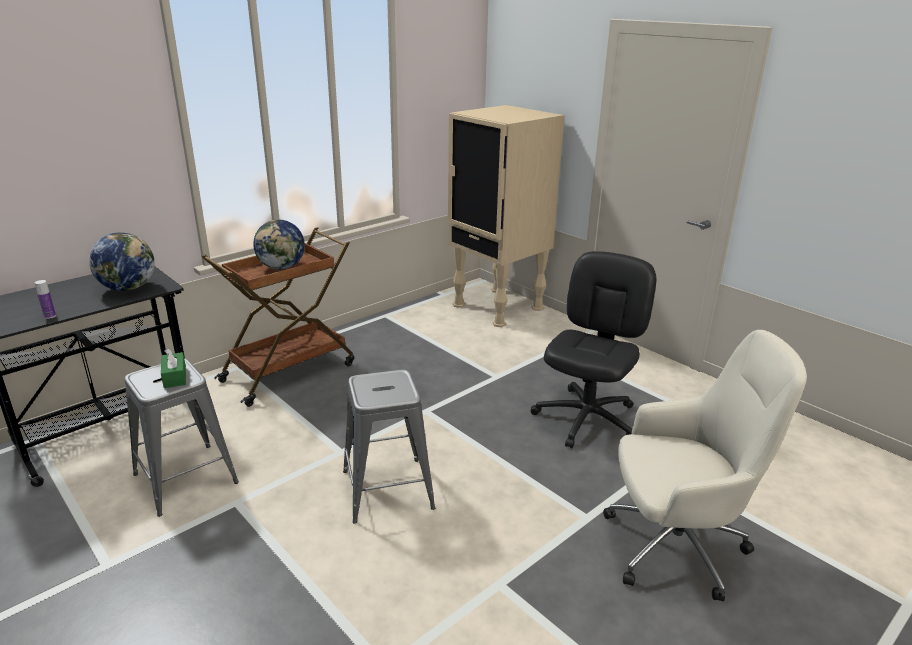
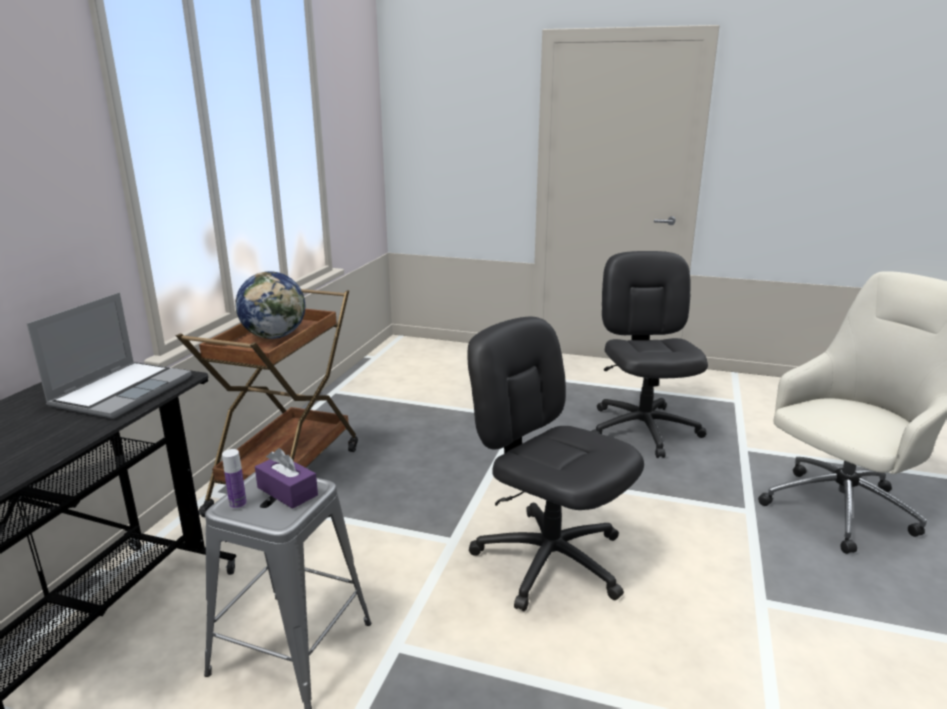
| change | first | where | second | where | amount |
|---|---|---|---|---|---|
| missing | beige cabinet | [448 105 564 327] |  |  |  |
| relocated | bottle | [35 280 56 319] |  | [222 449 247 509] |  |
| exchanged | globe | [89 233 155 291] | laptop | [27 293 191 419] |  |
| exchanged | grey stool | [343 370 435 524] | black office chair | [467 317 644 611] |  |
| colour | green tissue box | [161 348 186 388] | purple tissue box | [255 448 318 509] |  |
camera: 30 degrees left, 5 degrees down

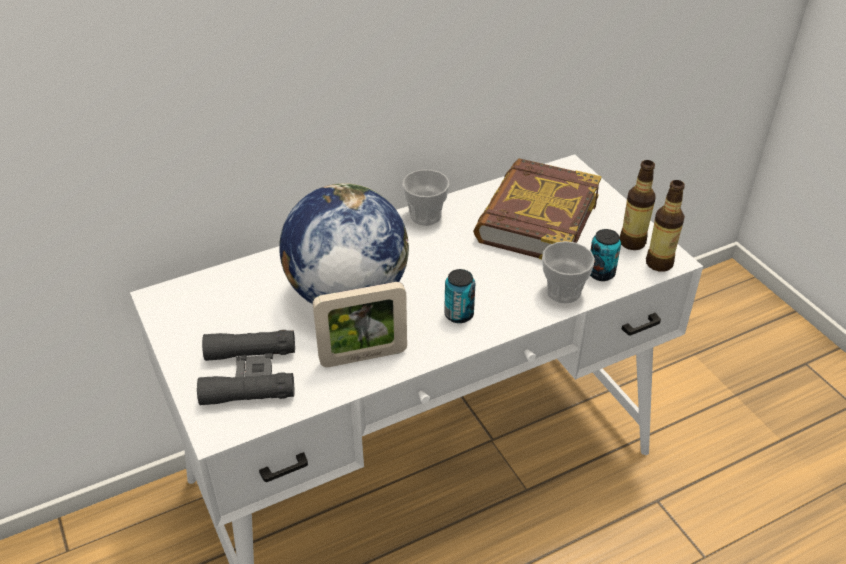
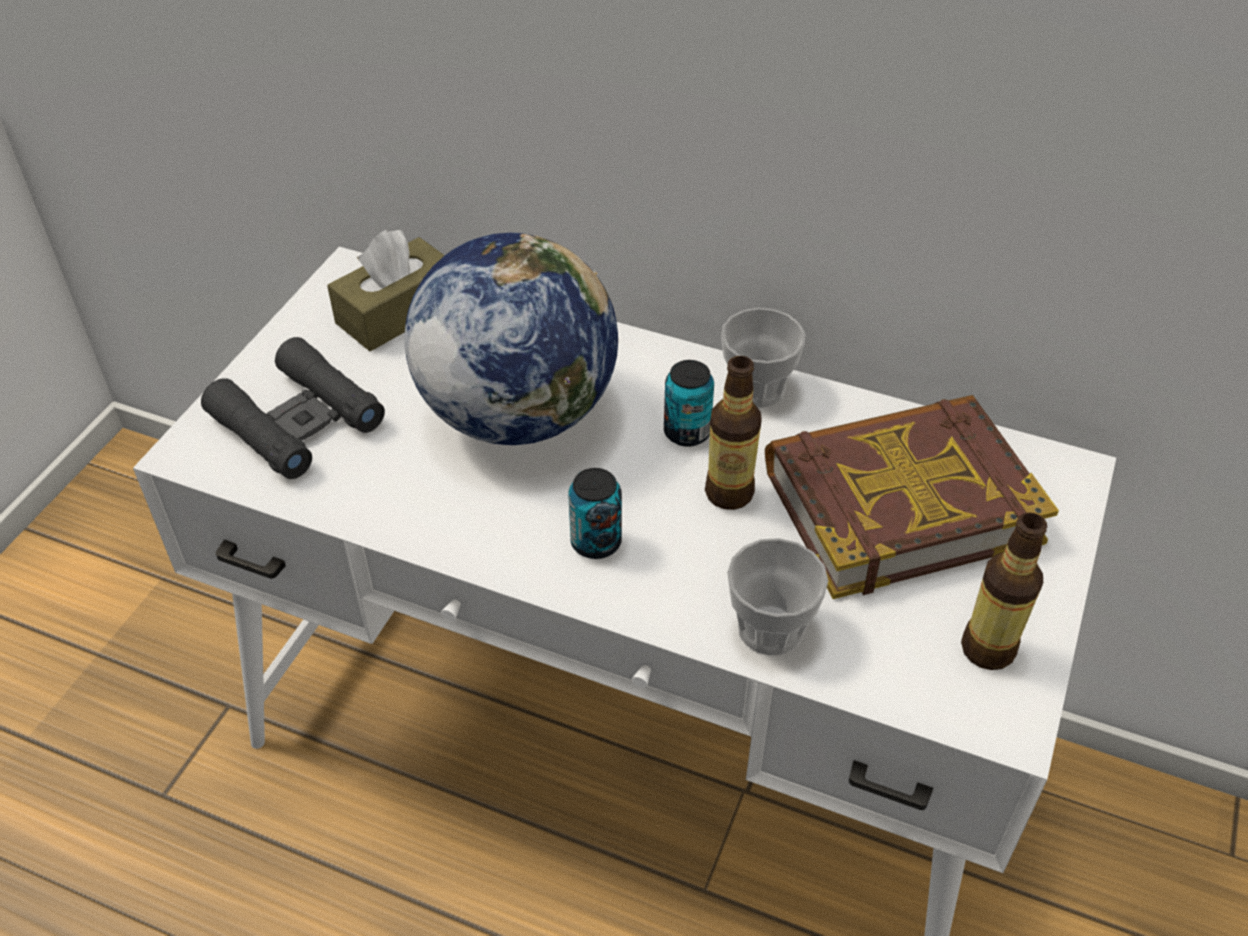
| change | first | where | second | where | amount |
|---|---|---|---|---|---|
| missing | picture frame | [313 282 407 367] |  |  |  |
| appeared |  |  | brown tissue box | [327 230 445 351] |  |
| relocated | can | [590 229 621 281] |  | [664 360 714 447] |  |
| relocated | bottle | [646 180 685 272] |  | [705 356 762 510] |  |
camera: 50 degrees right, 5 degrees up

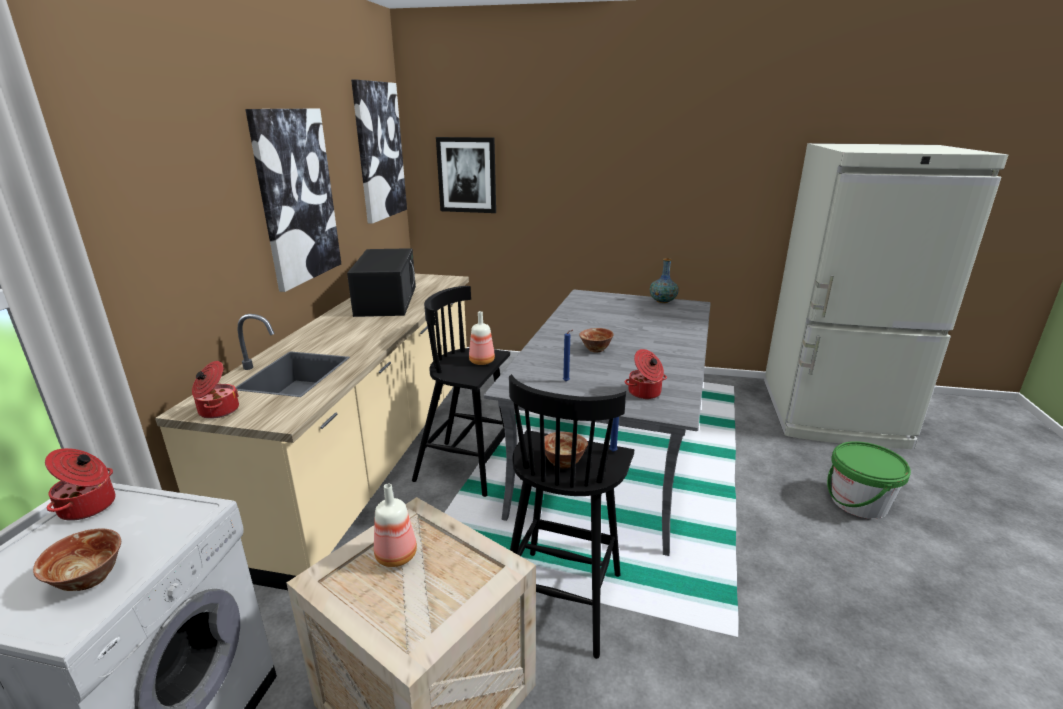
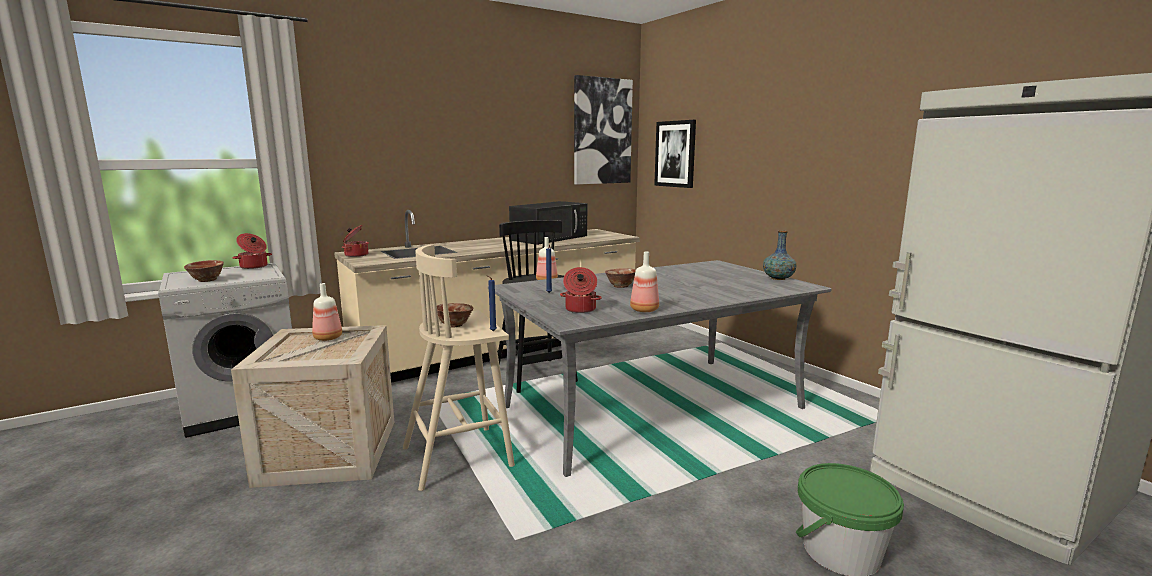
| change | first | where | second | where | amount |
|---|---|---|---|---|---|
| missing | picture | [245 109 341 292] |  |  |  |
| appeared |  |  | bottle | [630 252 659 312] |  |
| colour | black stool | [509 374 634 659] | beige stool | [403 245 515 491] |  |
camera: 45 degrees right, 10 degrees down

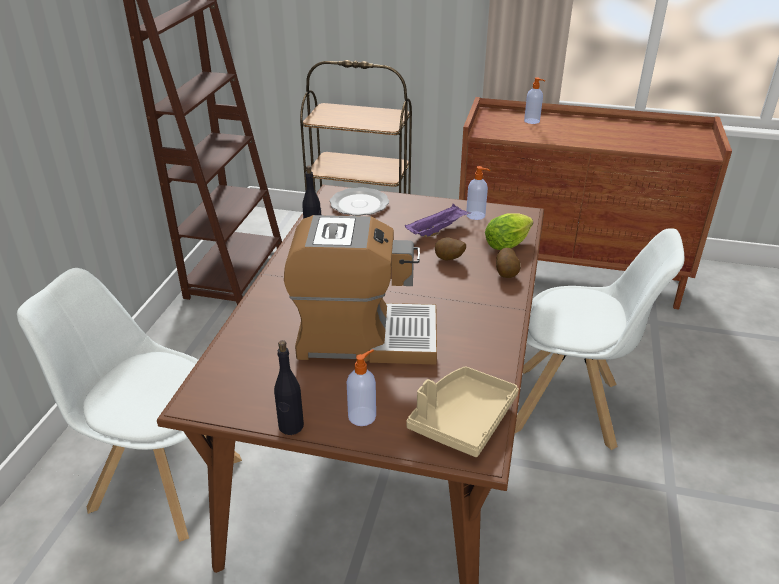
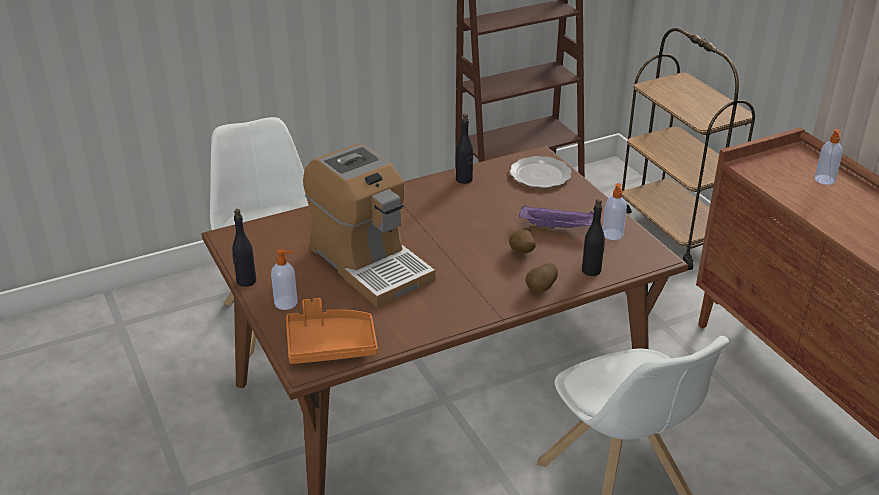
| change | first | where | second | where | amount |
|---|---|---|---|---|---|
| exchanged | lettuce | [485 213 533 250] | black bottle | [582 199 605 276] |  |
| colour | beige tray | [406 366 519 457] | orange tray | [286 298 378 364] |  |
camera: 50 degrees right, 0 degrees up

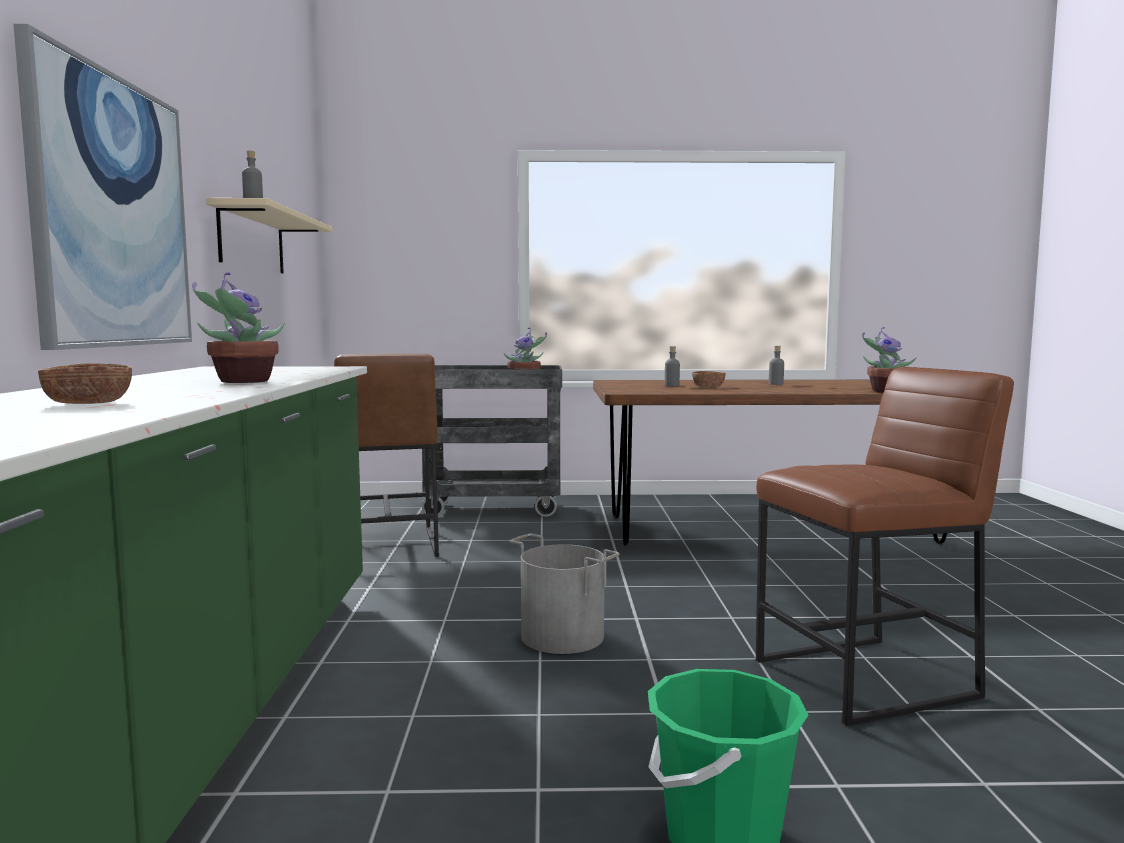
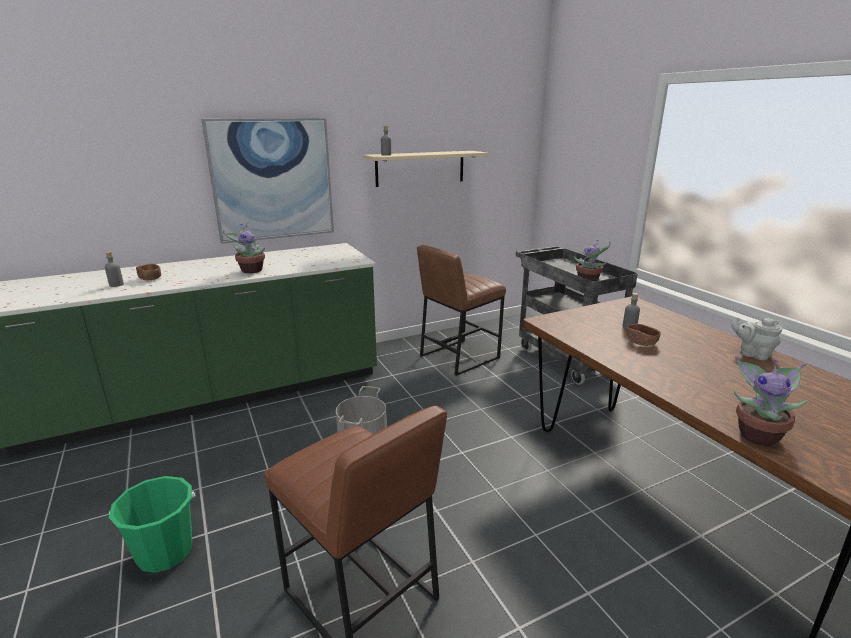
| change | first | where | second | where | amount |
|---|---|---|---|---|---|
| appeared |  |  | grey teapot | [731 317 782 360] |  |
| relocated | grey bottle | [769 346 784 385] |  | [105 251 124 287] |  |
camera: 65 degrees right, 15 degrees up

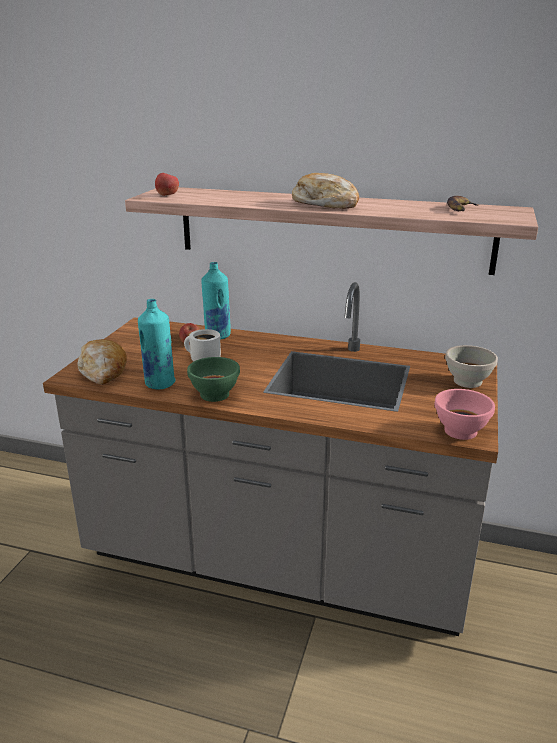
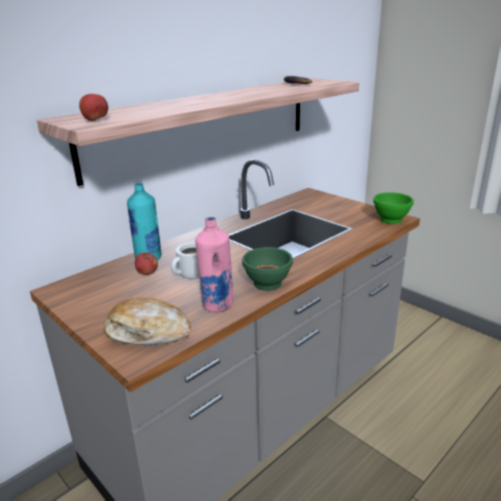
| change | first | where | second | where | amount |
|---|---|---|---|---|---|
| missing | bread | [292 173 359 209] |  |  |  |
| missing | white bowl | [445 345 498 388] |  |  |  |
| colour | turquoise bottle | [138 299 176 390] | pink bottle | [195 217 234 312] |  |
| colour | pink bowl | [435 389 495 440] | green bowl | [373 192 414 224] |  |
camera: 60 degrees left, 0 degrees up

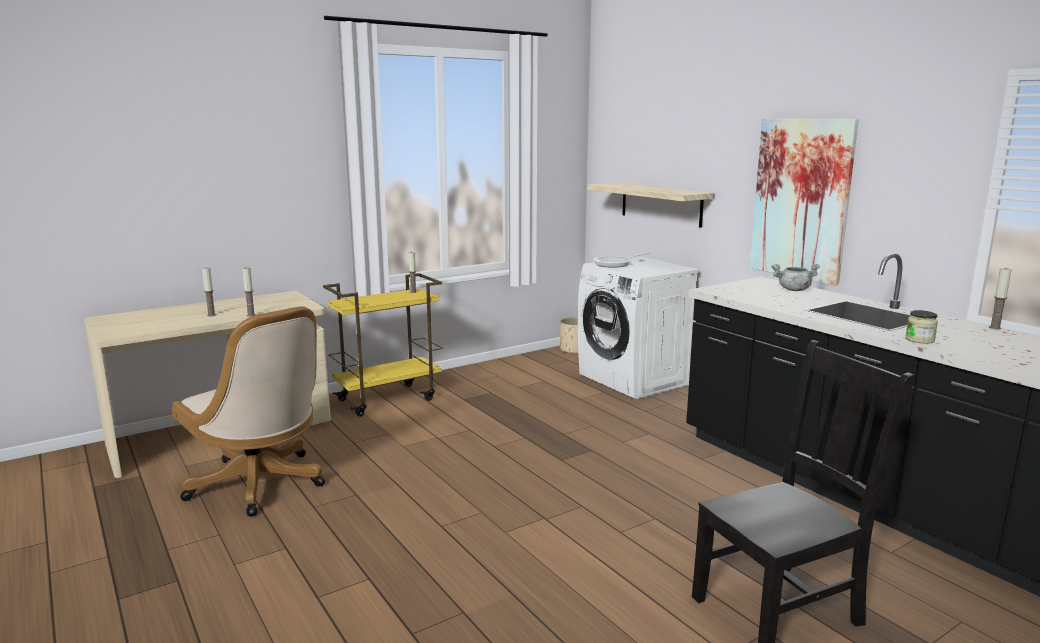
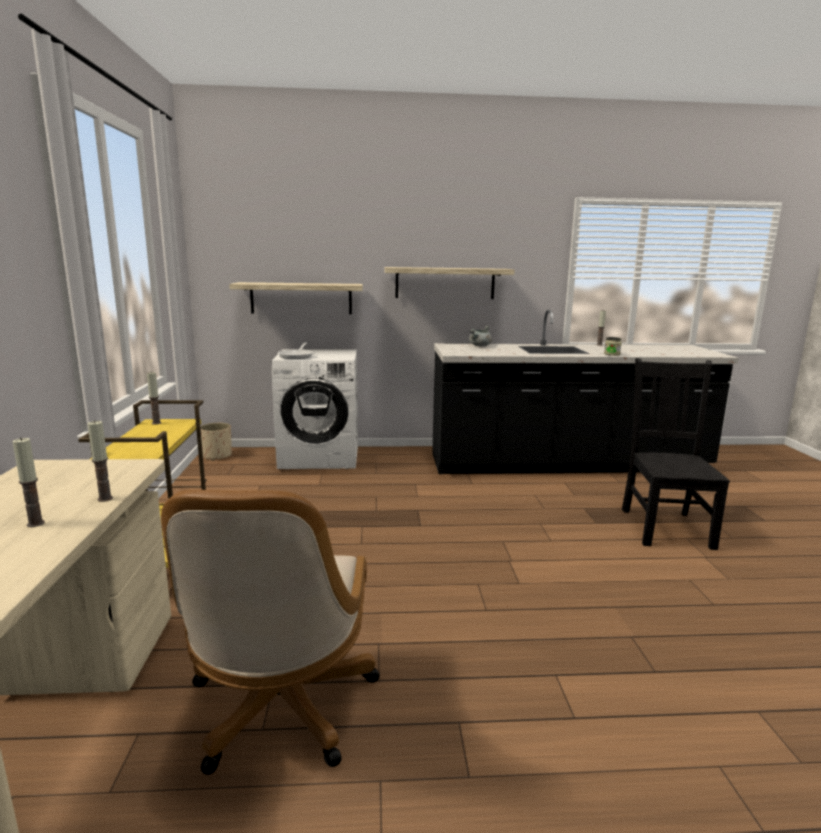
| change | first | where | second | where | amount |
|---|---|---|---|---|---|
| exchanged | picture | [749 119 859 286] | shelf | [384 267 515 299] |  |
| spun | office chair | [172 306 325 517] |  | [161 490 379 775] | 105 degrees clockwise |
camera: 60 degrees left, 0 degrees up

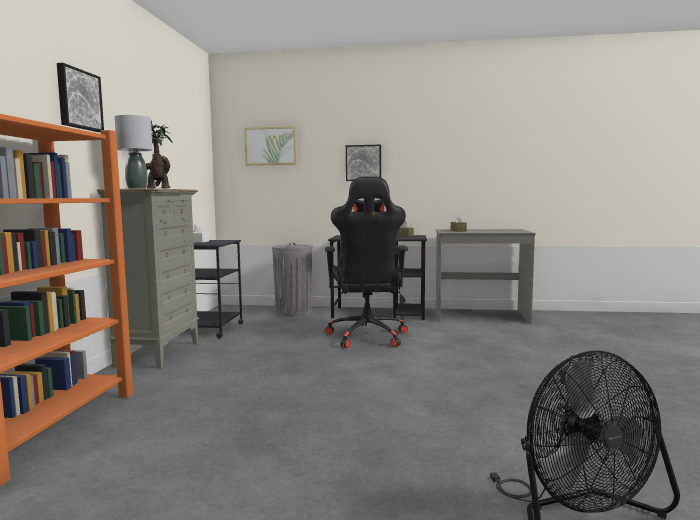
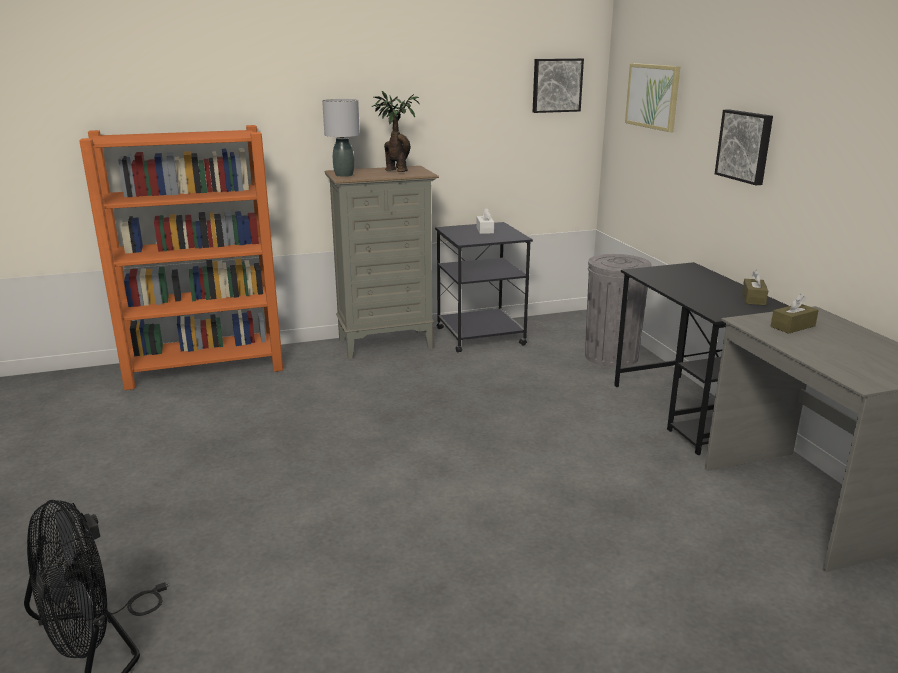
| change | first | where | second | where | amount |
|---|---|---|---|---|---|
| missing | black office chair | [325 176 408 348] |  |  |  |
| relocated | picture | [57 63 104 132] |  | [533 58 584 113] |  |
camera: 65 degrees right, 15 degrees up

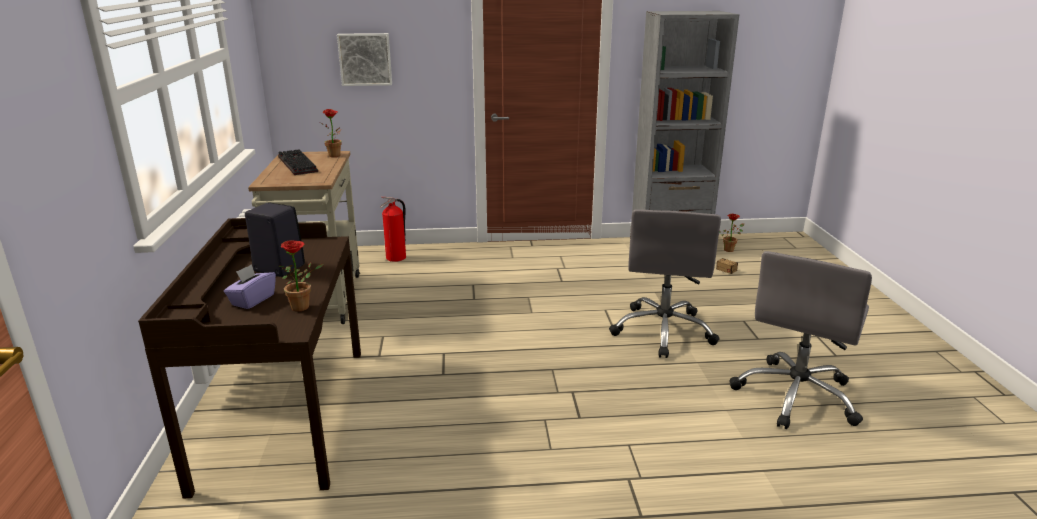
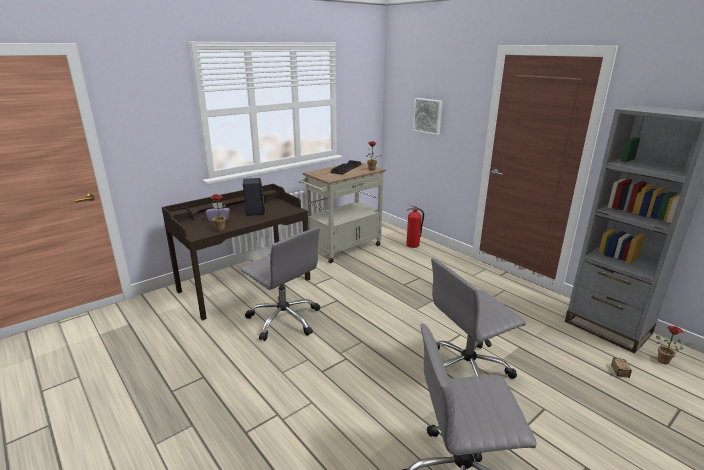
| change | first | where | second | where | amount |
|---|---|---|---|---|---|
| appeared |  |  | grey office chair | [241 227 320 341] |  |
camera: 55 degrees right, 0 degrees up

